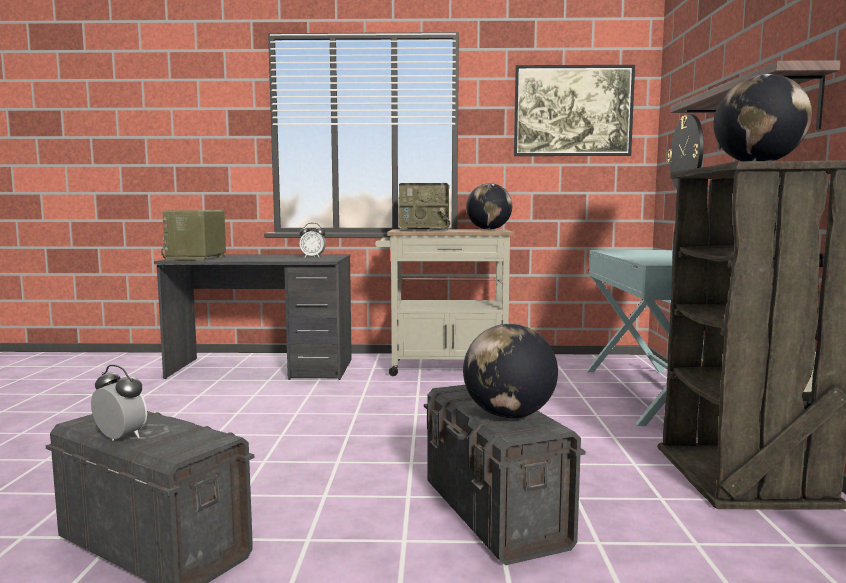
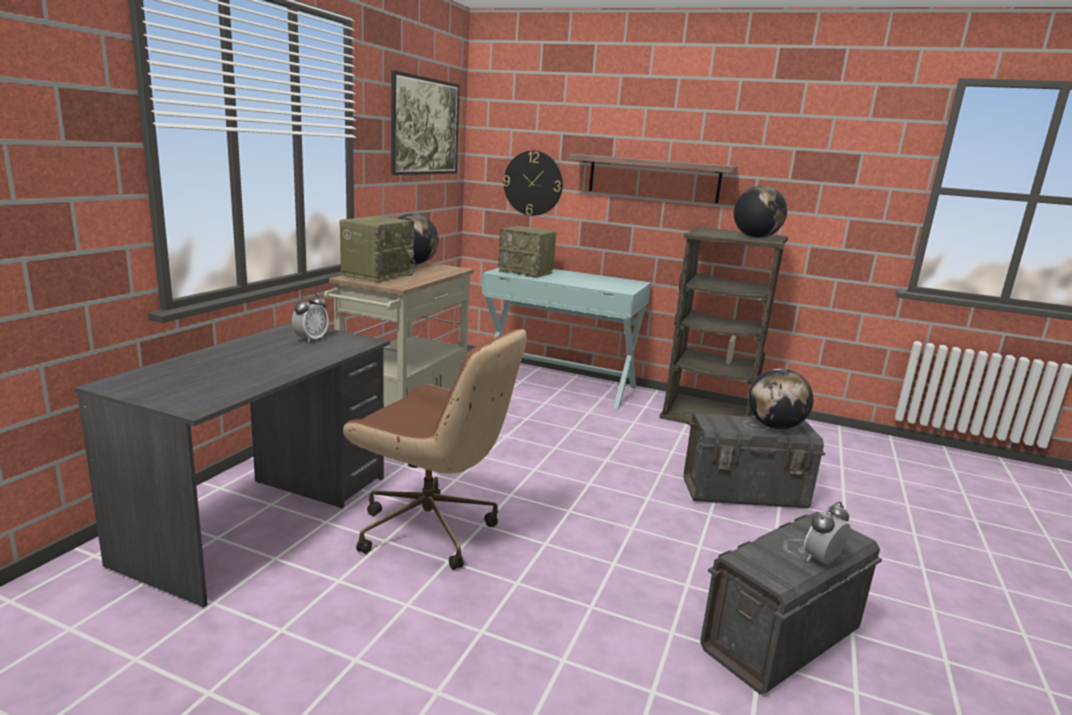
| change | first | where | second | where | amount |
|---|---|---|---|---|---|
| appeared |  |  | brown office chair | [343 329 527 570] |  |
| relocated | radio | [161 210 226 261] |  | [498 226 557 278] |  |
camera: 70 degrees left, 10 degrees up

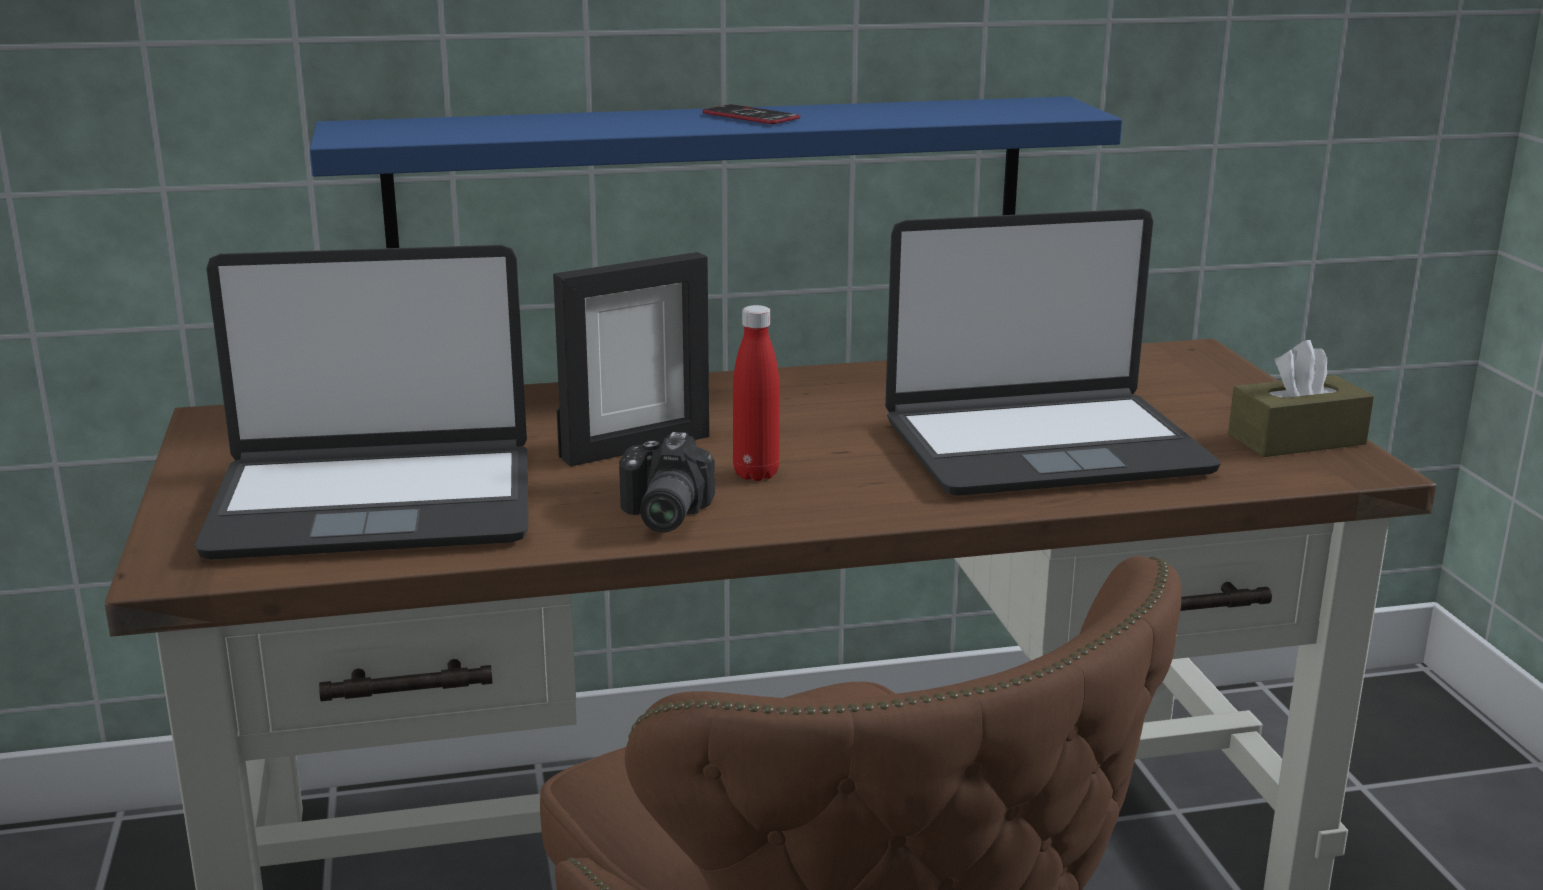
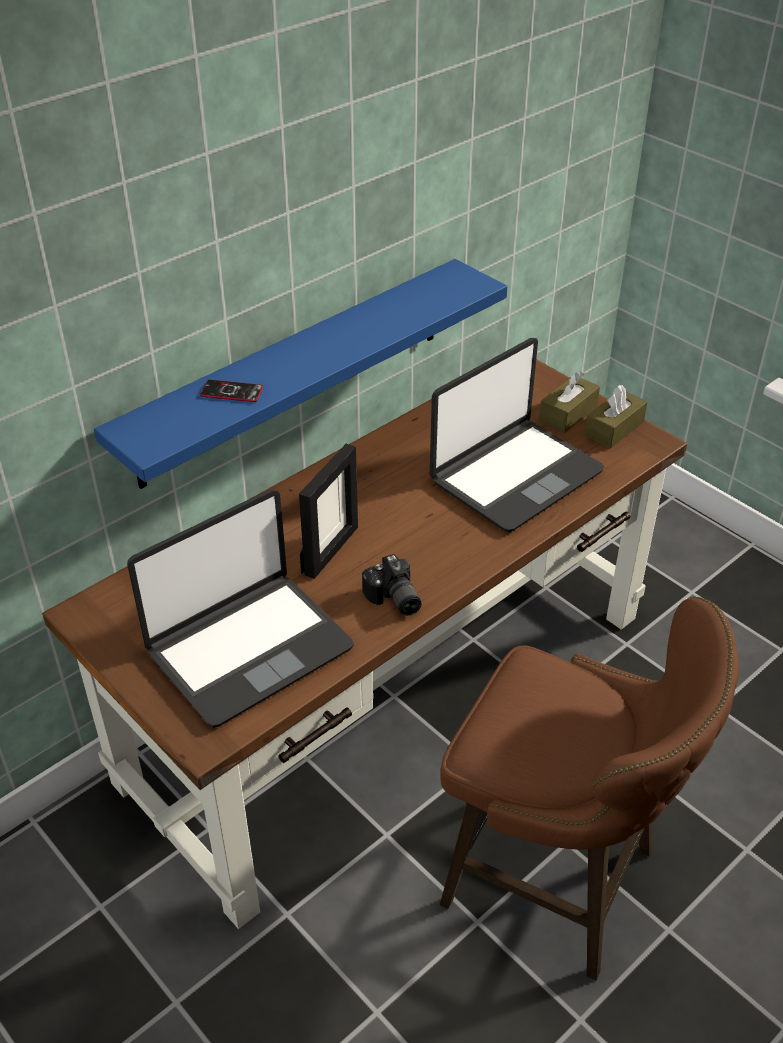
| change | first | where | second | where | amount |
|---|---|---|---|---|---|
| missing | red bottle | [733 305 779 481] |  |  |  |
| appeared |  |  | brown tissue box | [539 371 600 433] |  |
| relocated | phone | [702 104 800 124] |  | [200 380 263 402] |  |
camera: 30 degrees left, 20 degrees up

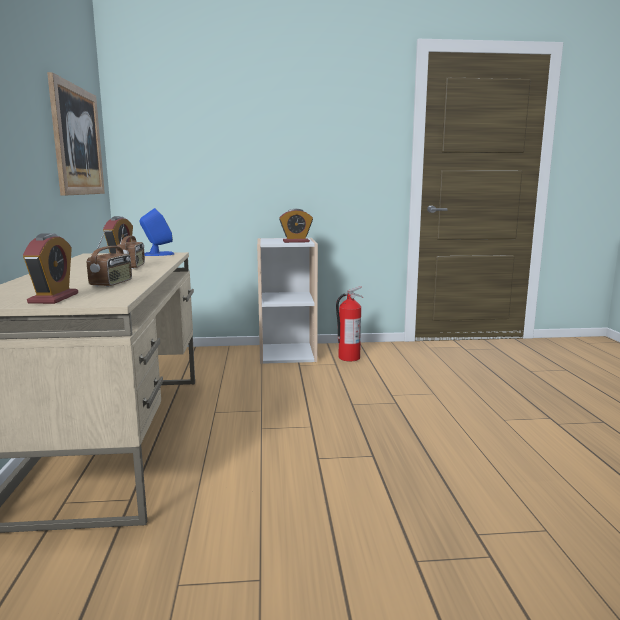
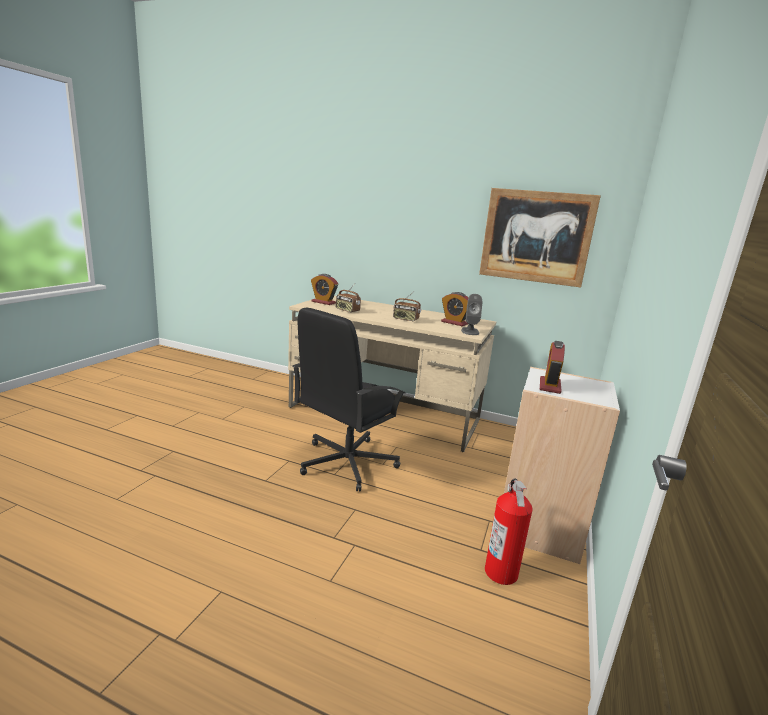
| change | first | where | second | where | amount |
|---|---|---|---|---|---|
| appeared |  |  | black office chair | [293 308 406 492] |  |
| colour | blue speaker | [139 208 174 256] | grey speaker | [461 294 483 335] |  |
camera: 115 degrees right, 5 degrees up

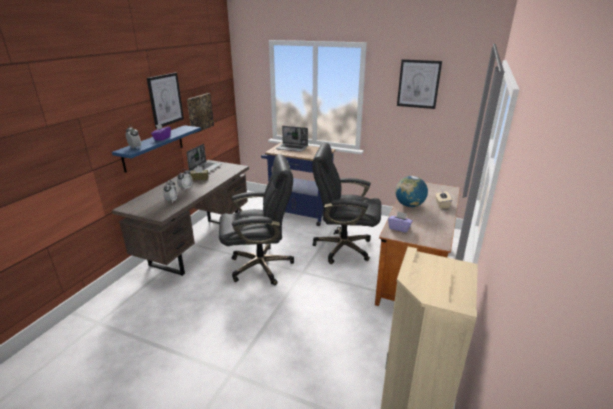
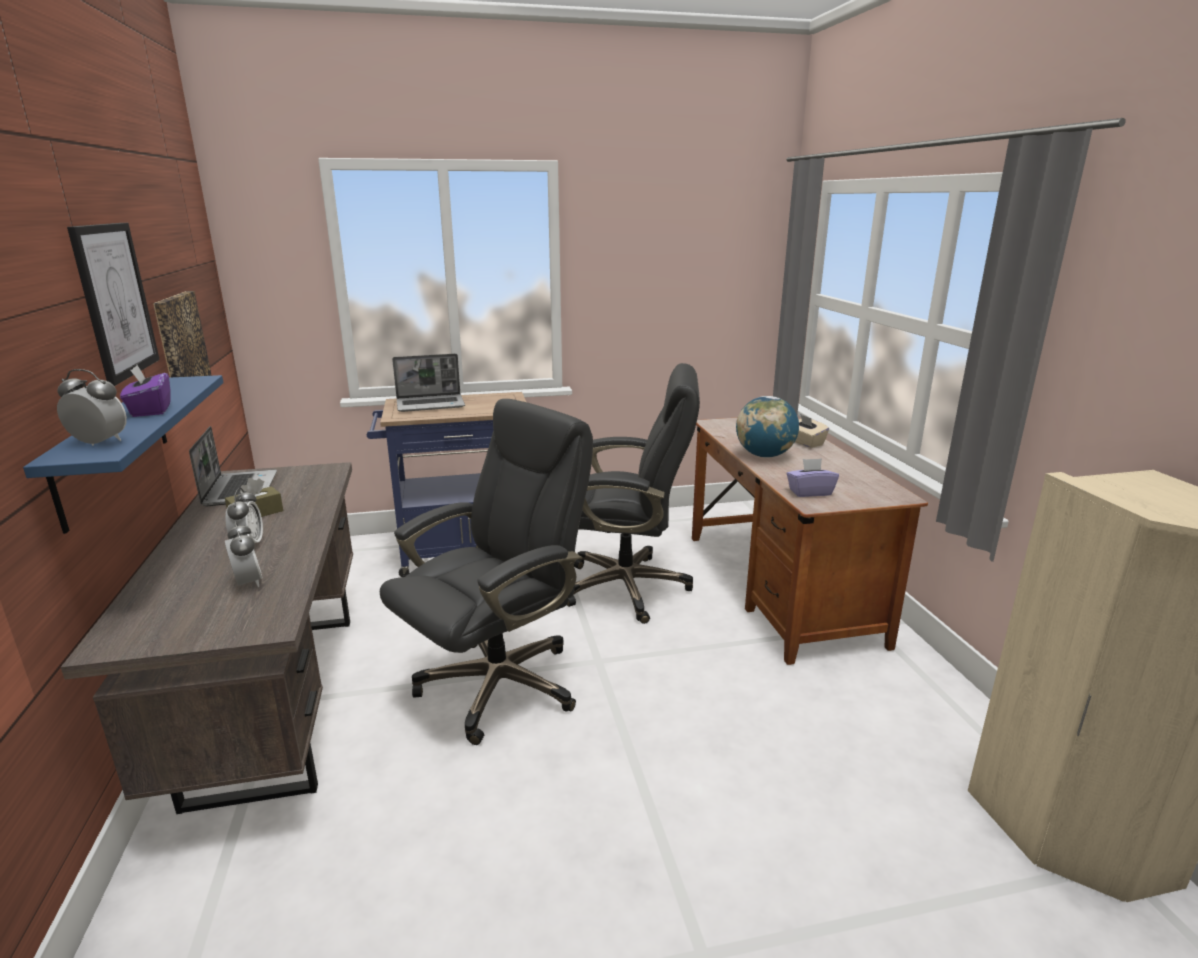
| change | first | where | second | where | amount |
|---|---|---|---|---|---|
| missing | picture | [397 59 442 109] |  |  |  |
| spun | black office chair | [312 143 381 264] |  | [567 363 700 624] | 150 degrees counterclockwise |
camera: 35 degrees left, 5 degrees down

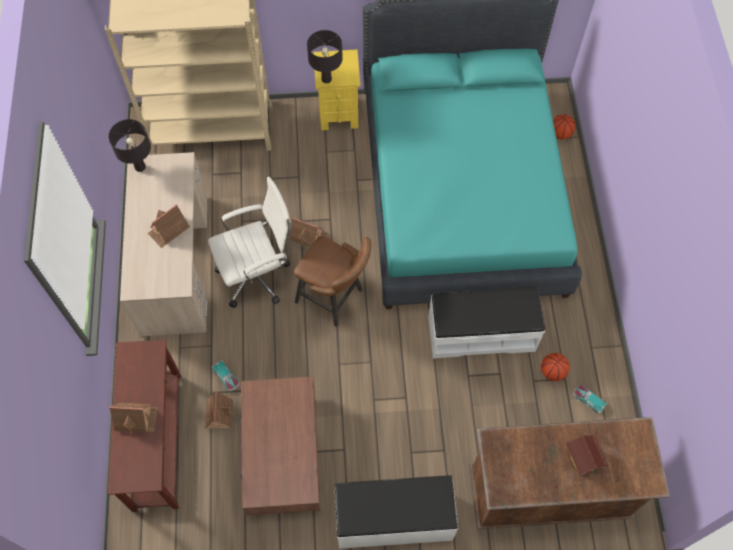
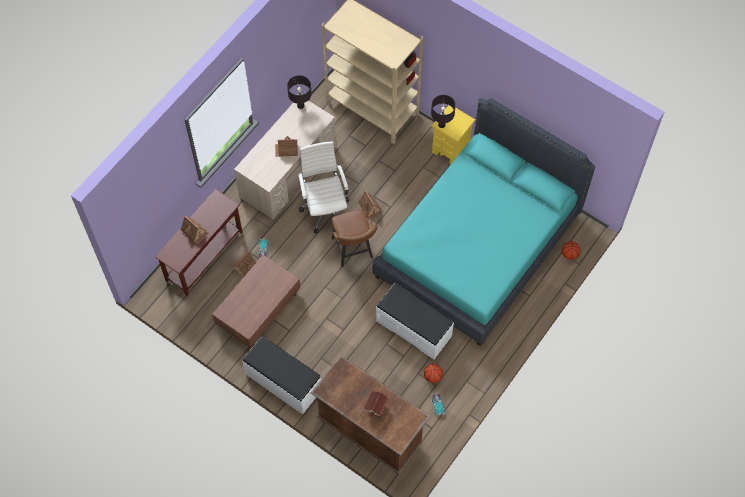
| change | first | where | second | where | amount |
|---|---|---|---|---|---|
| spun | white office chair | [208 177 291 308] |  | [298 141 349 234] | 120 degrees counterclockwise |
camera: 40 degrees right, 0 degrees up

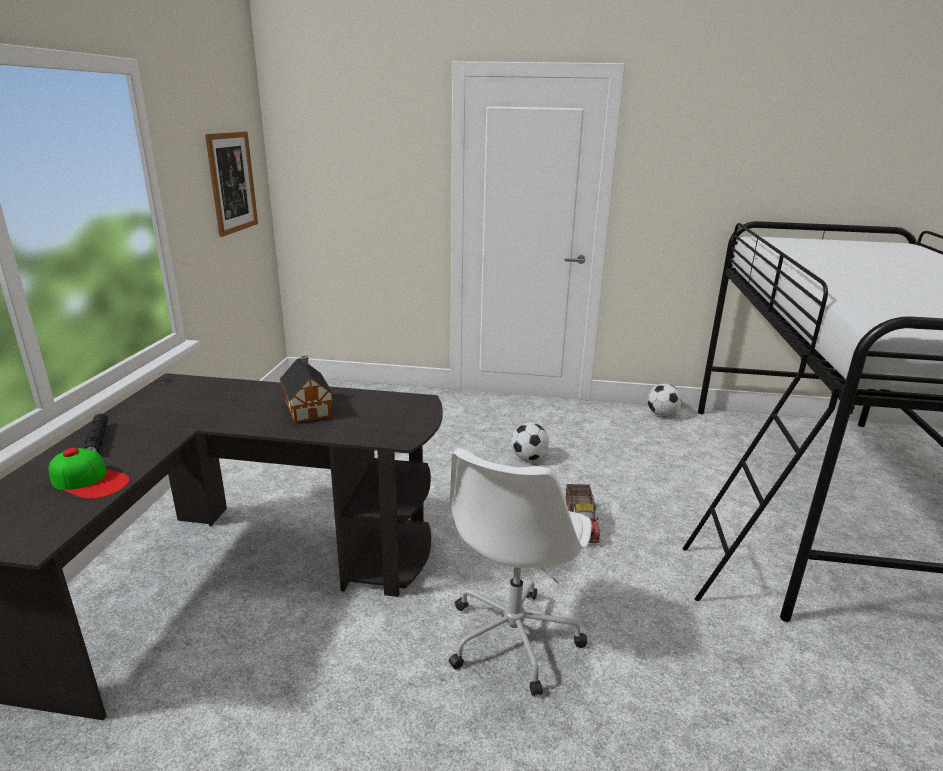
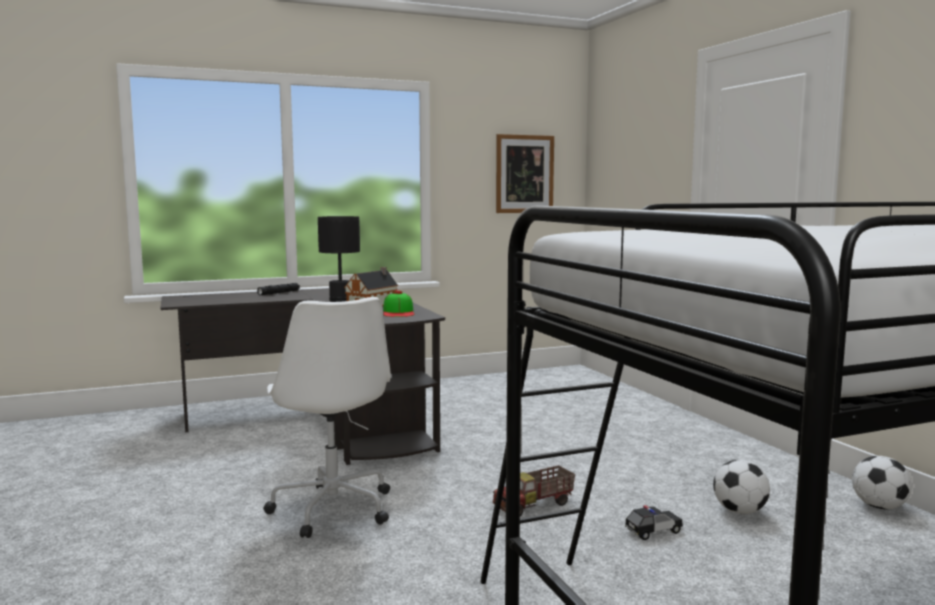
| change | first | where | second | where | amount |
|---|---|---|---|---|---|
| appeared |  |  | black table lamp | [318 216 360 302] |  |
| appeared |  |  | toy car | [625 505 683 540] |  |
| relocated | cap | [48 448 130 499] |  | [383 290 415 317] |  |
| relocated | football | [511 423 549 461] |  | [713 460 770 514] |  |
| spun | white office chair | [448 449 592 696] |  | [263 297 391 538] | 105 degrees counterclockwise |
camera: 60 degrees right, 15 degrees down

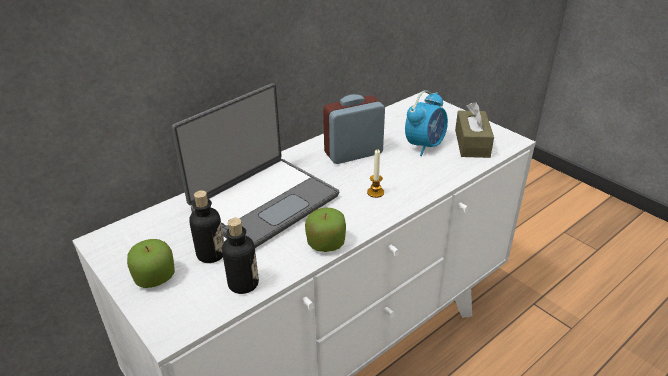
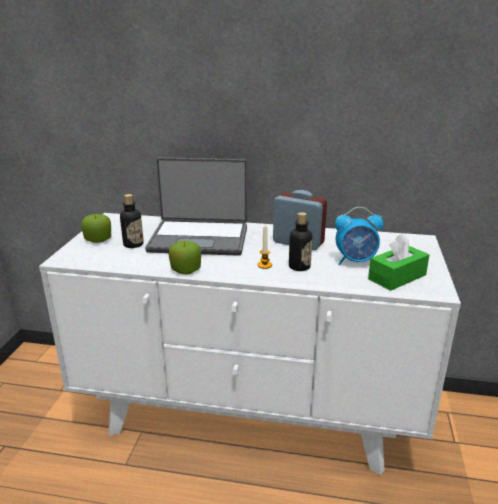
| change | first | where | second | where | amount |
|---|---|---|---|---|---|
| relocated | bottle | [222 218 259 294] |  | [289 212 312 271] |  |
| colour | brown tissue box | [455 102 494 158] | green tissue box | [368 234 429 291] |  |
camera: 50 degrees right, 10 degrees down

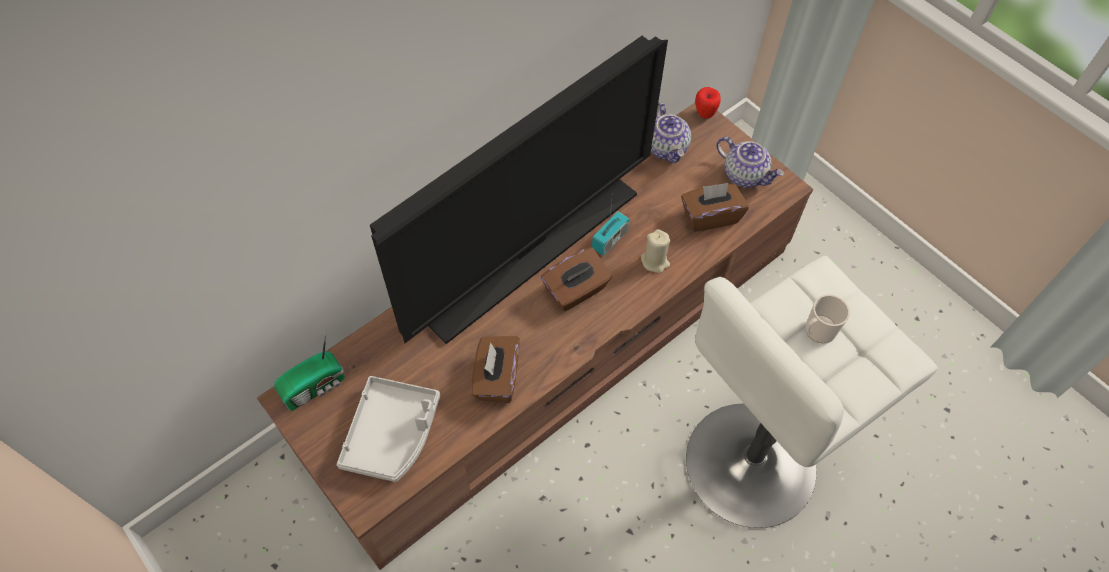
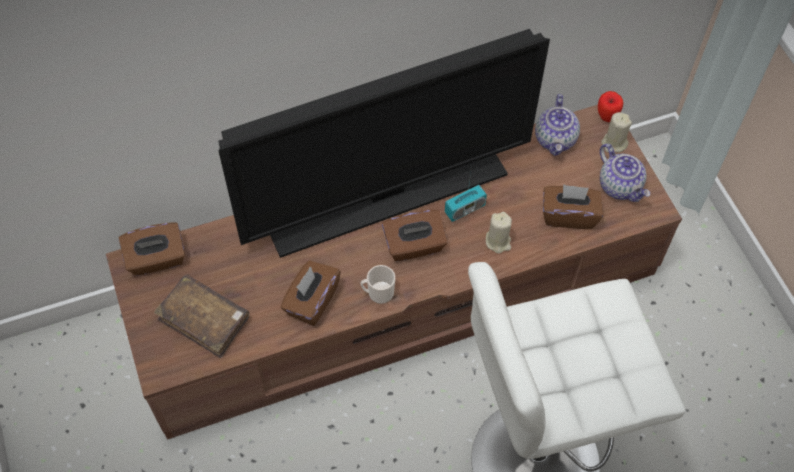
| change | first | where | second | where | amount |
|---|---|---|---|---|---|
| appeared |  |  | beige candle | [601 112 632 153] |  |
| relocated | mug | [805 295 850 343] |  | [360 265 395 304] |  |
| exchanged | radio | [274 332 345 411] | brown tissue box | [119 223 185 276] |  |
| exchanged | grey tray | [337 376 440 482] | brown book | [154 274 249 358] |  |
camera: 20 degrees right, 0 degrees up

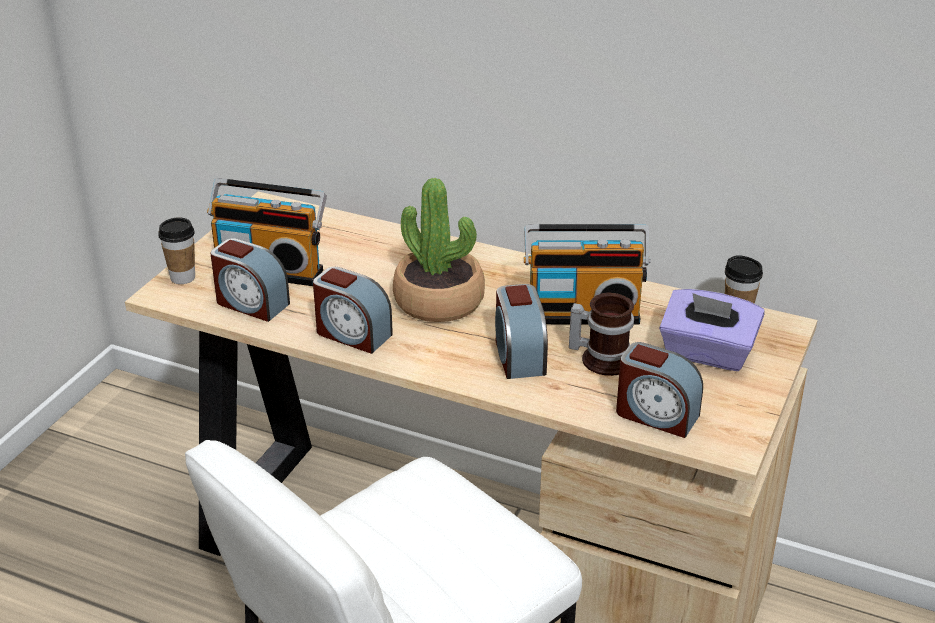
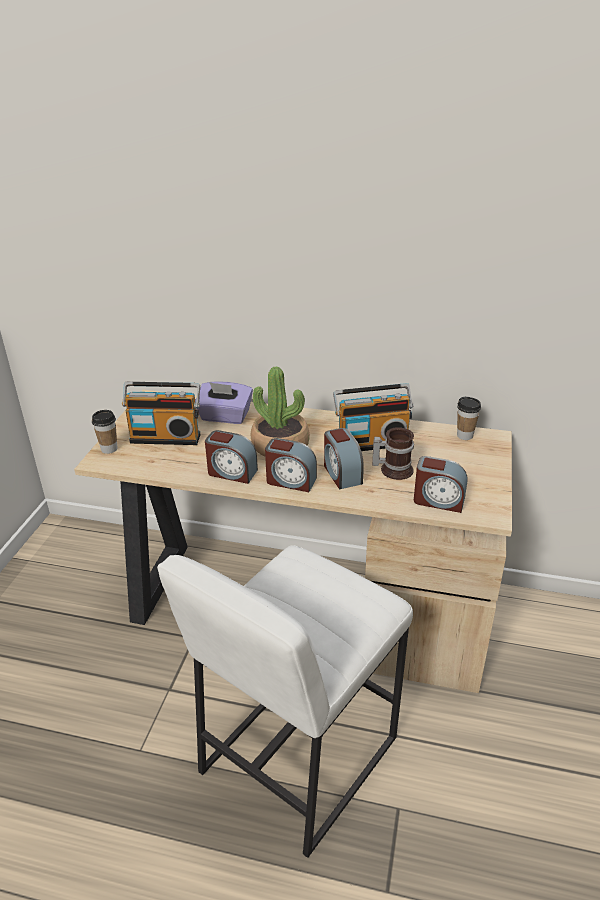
| change | first | where | second | where | amount |
|---|---|---|---|---|---|
| relocated | alarm clock | [211 238 290 322] |  | [265 438 317 492] |  |
| relocated | purple tissue box | [659 289 765 371] |  | [195 381 253 424] |  |
camera: 10 degrees left, 0 degrees up

